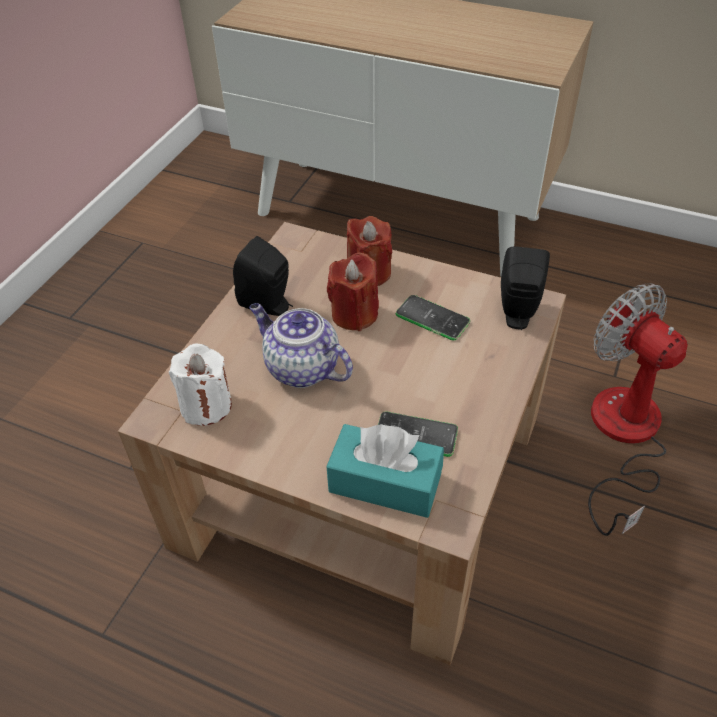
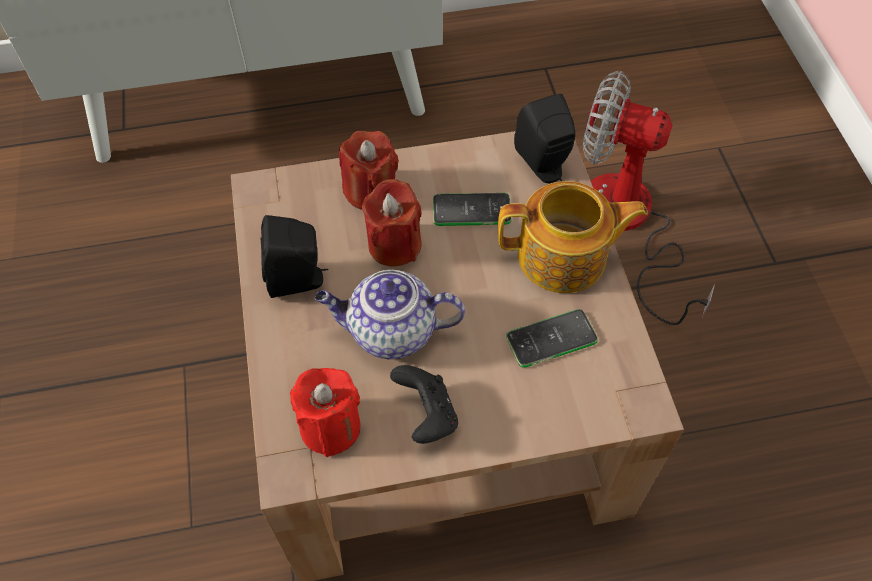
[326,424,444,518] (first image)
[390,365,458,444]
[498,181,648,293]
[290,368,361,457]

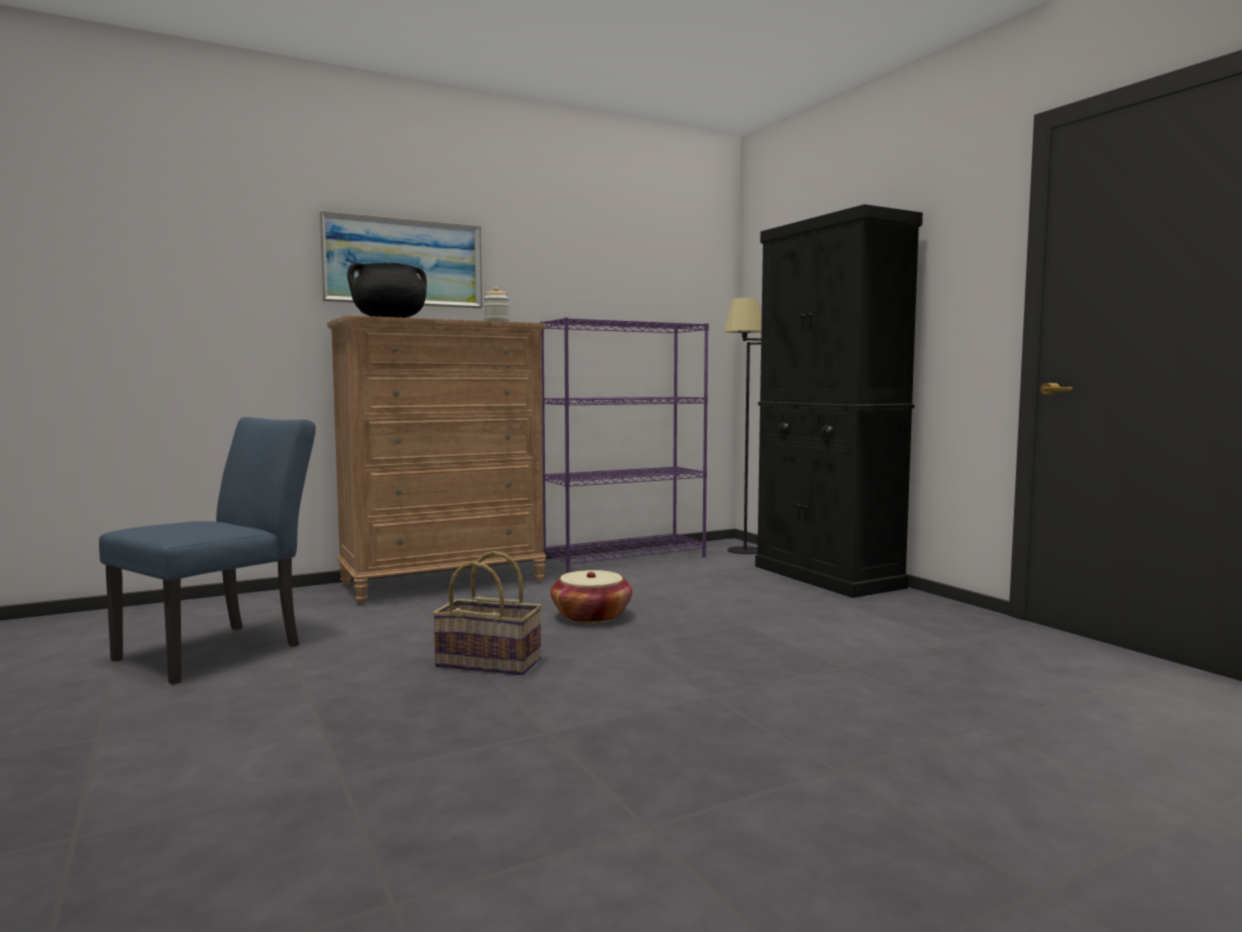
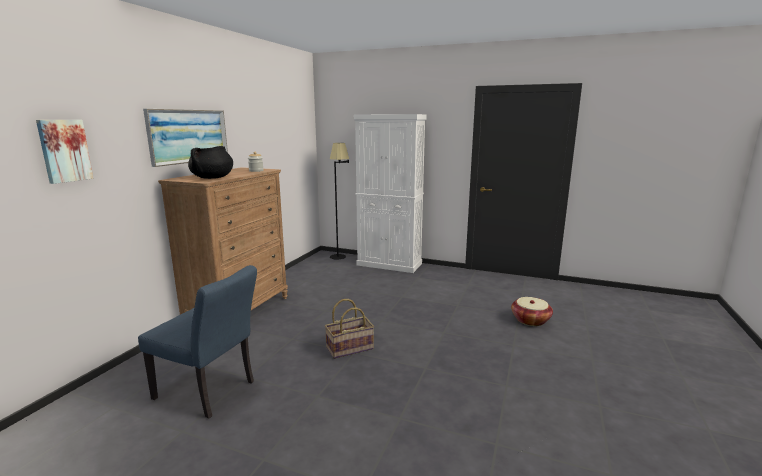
[540,317,709,573] (first image)
[36,120,94,184]
[511,297,553,326]
[354,114,427,273]
[138,265,257,419]

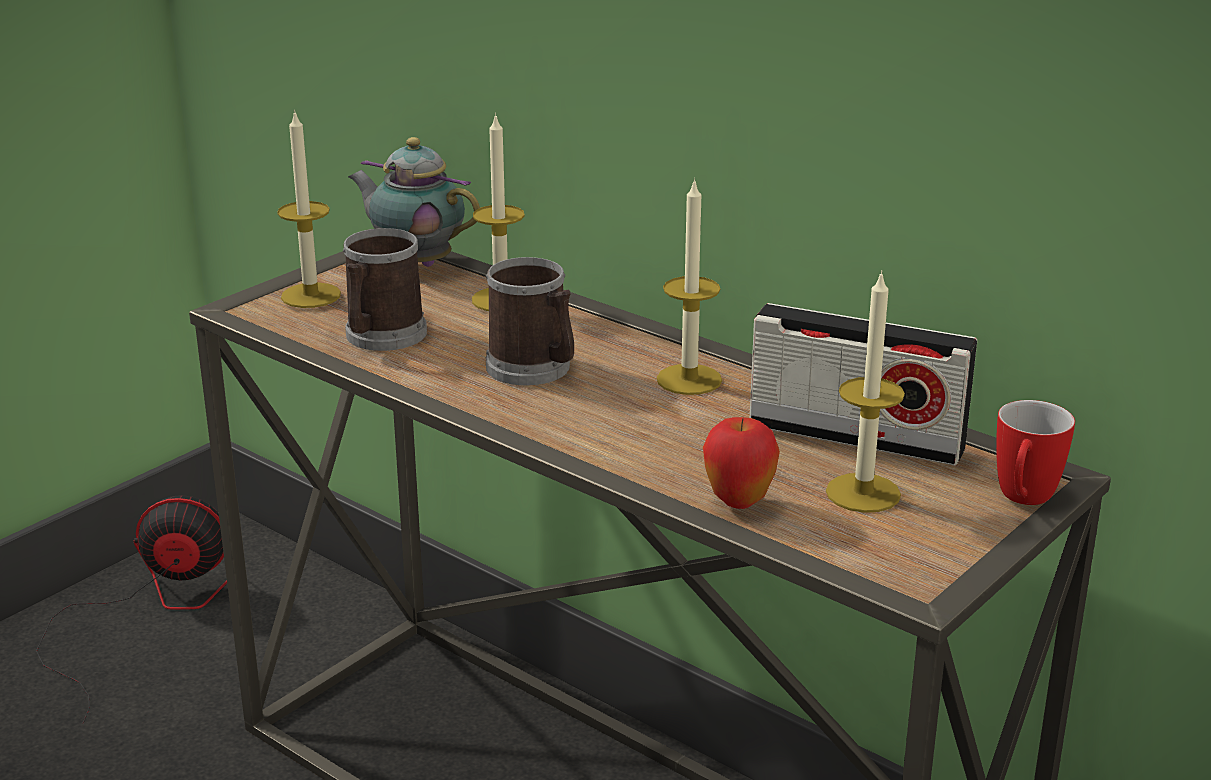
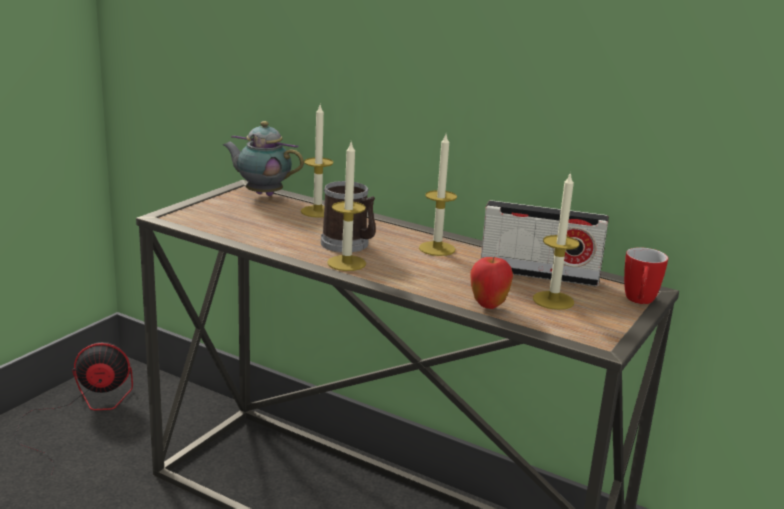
[343,228,427,351] (first image)
[327,142,366,271]

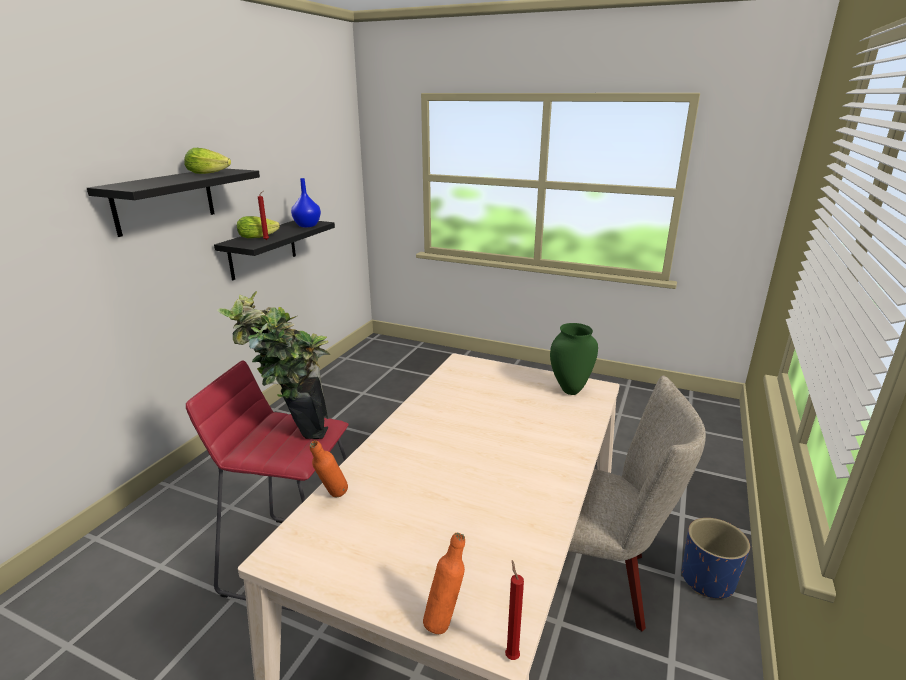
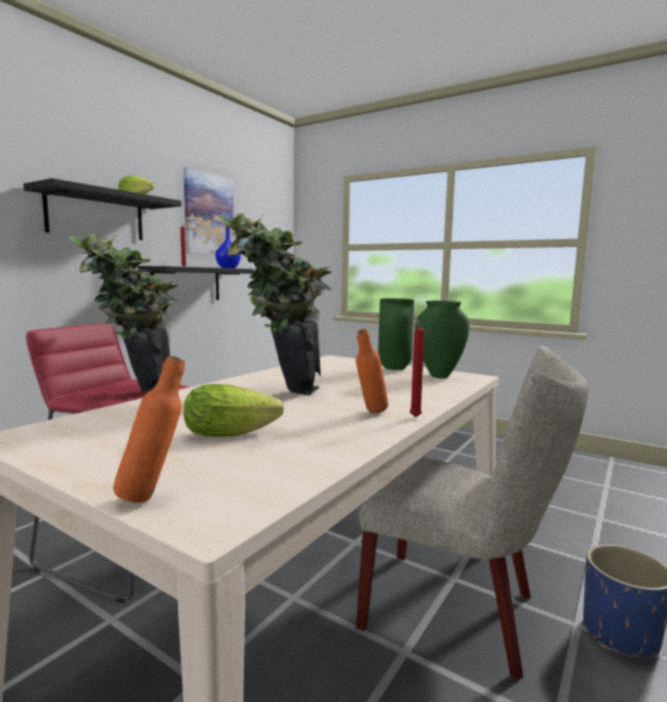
[183,168,234,255]
[217,213,332,395]
[378,298,414,370]
[184,384,284,437]
[356,329,388,413]
[410,318,425,418]

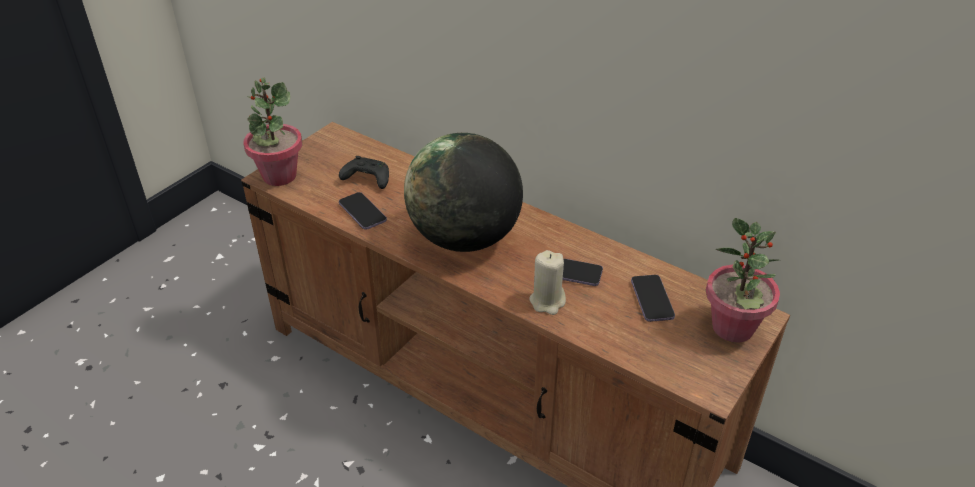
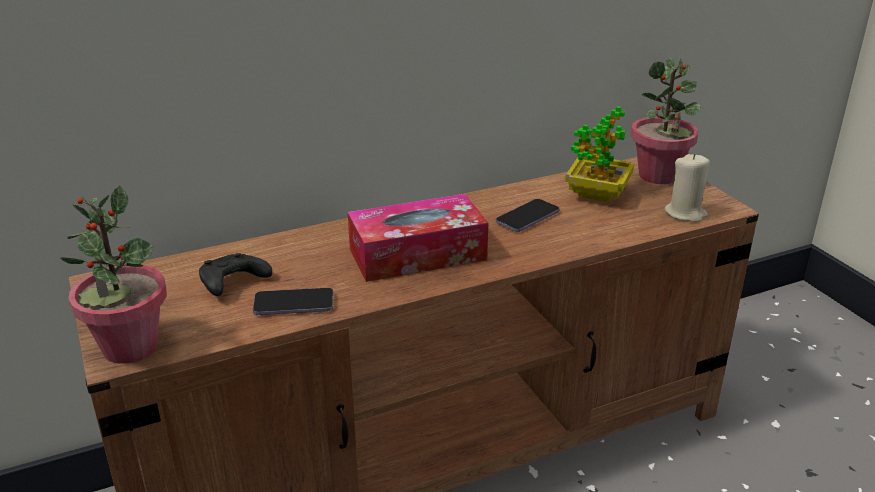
[664,154,710,222]
[348,194,488,282]
[565,106,634,202]

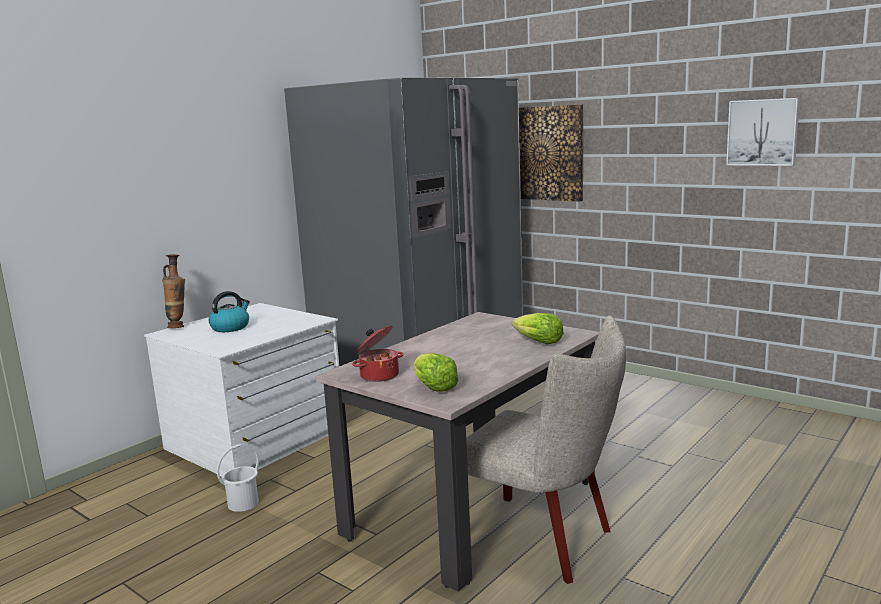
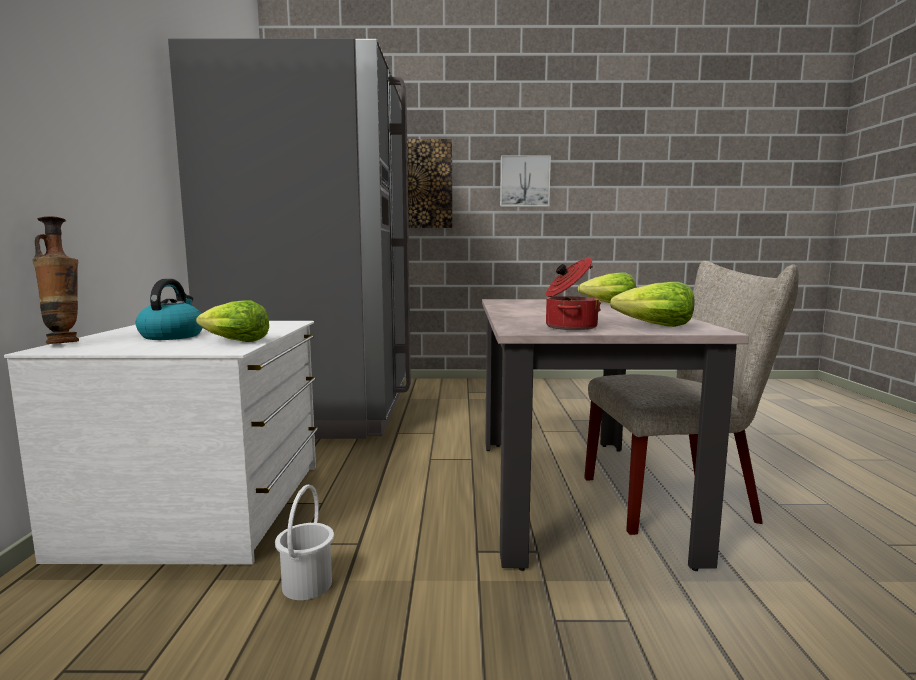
[196,300,269,342]
[500,155,551,207]

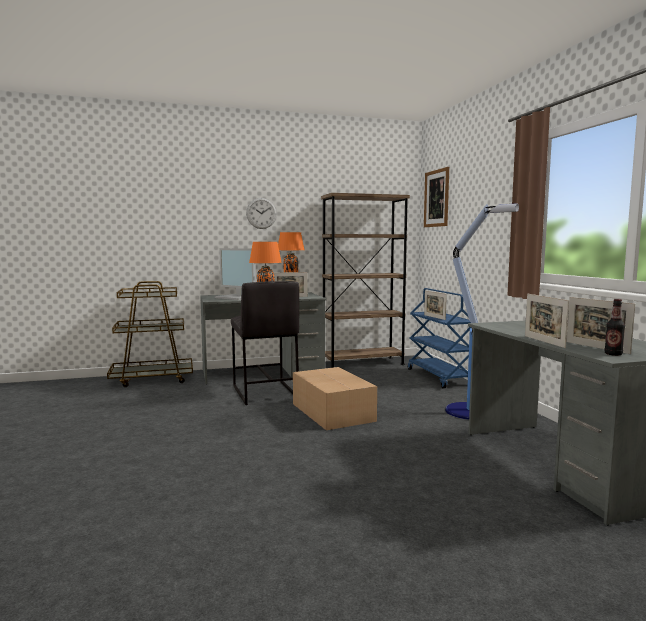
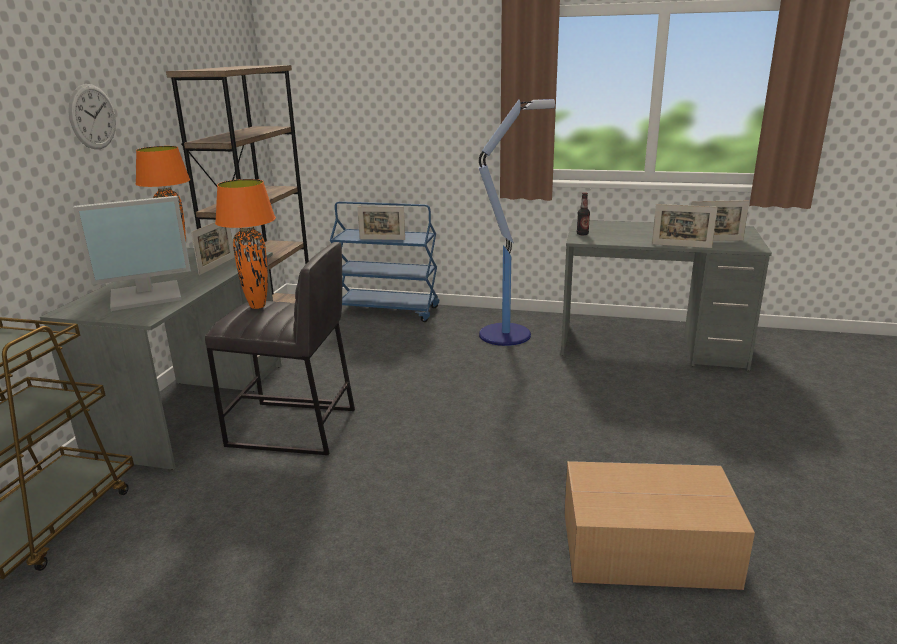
[424,167,449,227] (first image)
[564,461,755,590]
[577,192,590,235]

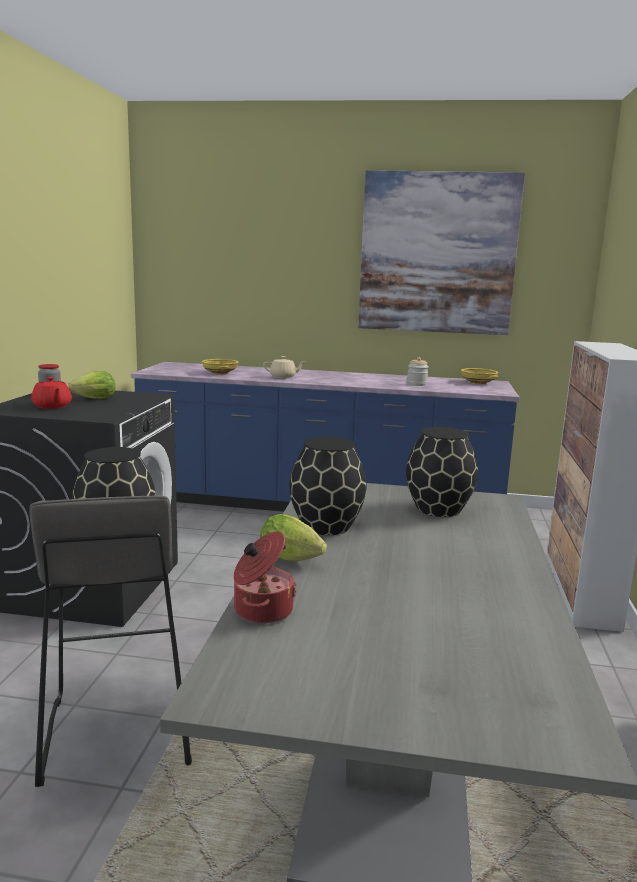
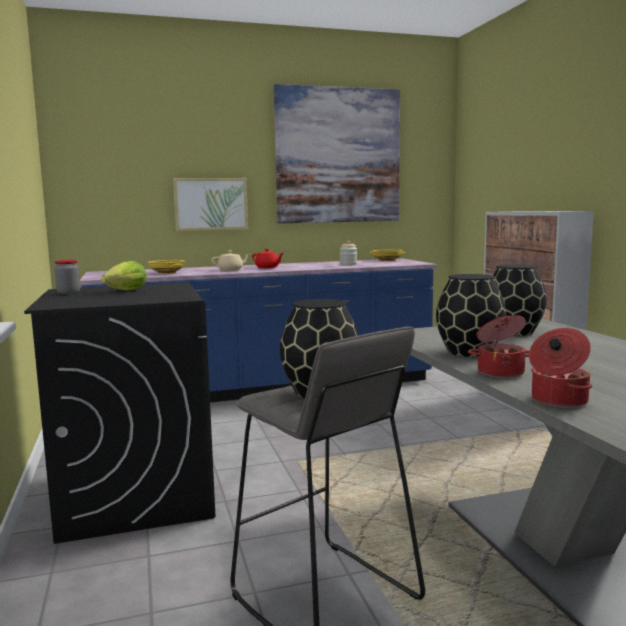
[173,178,248,231]
[252,249,284,268]
[468,315,529,378]

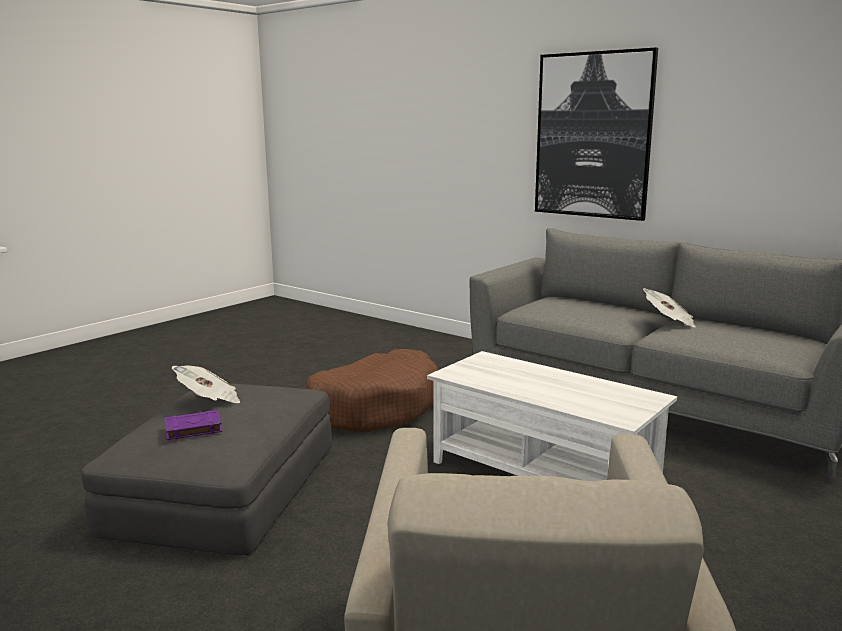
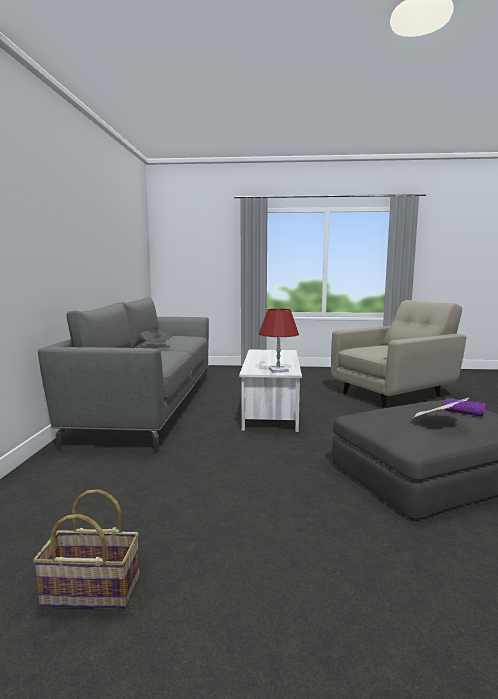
[306,349,438,432] (first image)
[535,48,658,221] (first image)
[33,489,140,609]
[259,309,299,373]

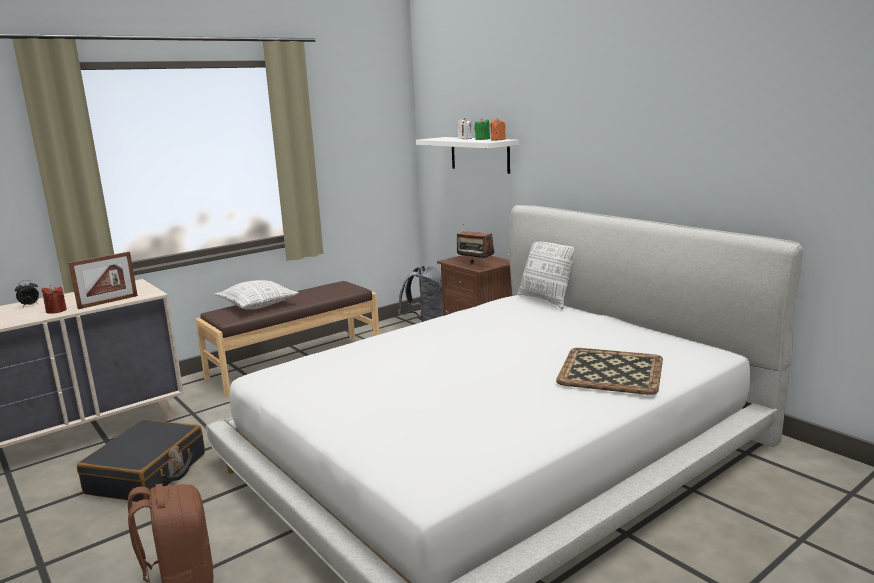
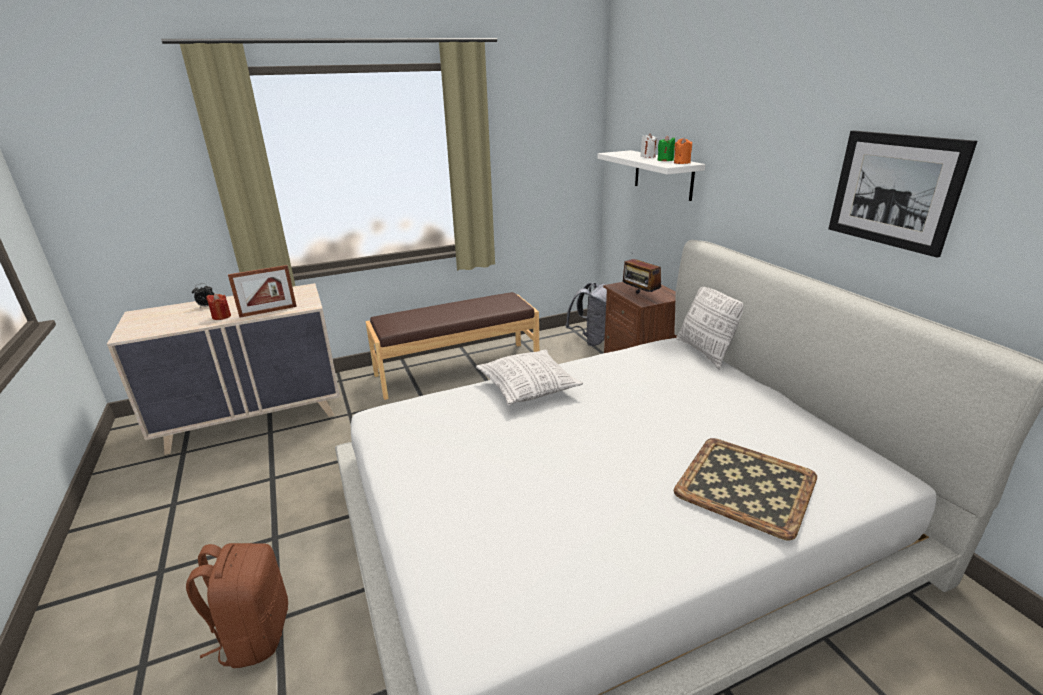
[77,419,205,502] (first image)
[828,130,977,257]
[476,349,583,405]

